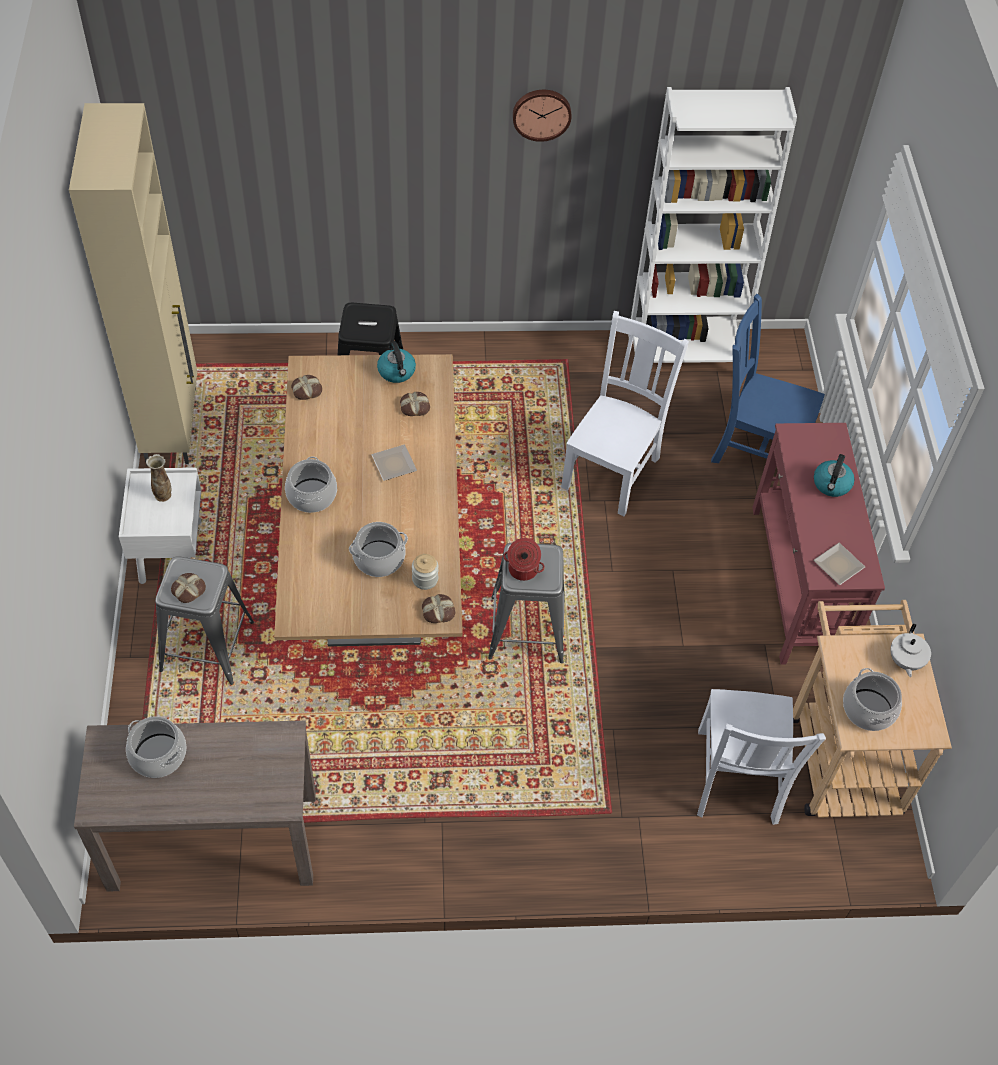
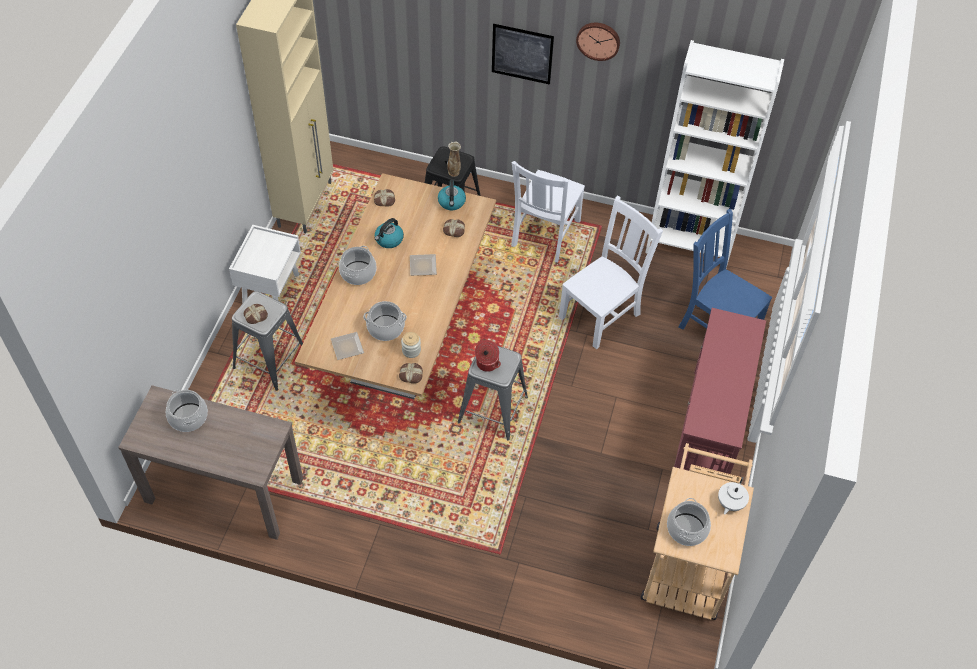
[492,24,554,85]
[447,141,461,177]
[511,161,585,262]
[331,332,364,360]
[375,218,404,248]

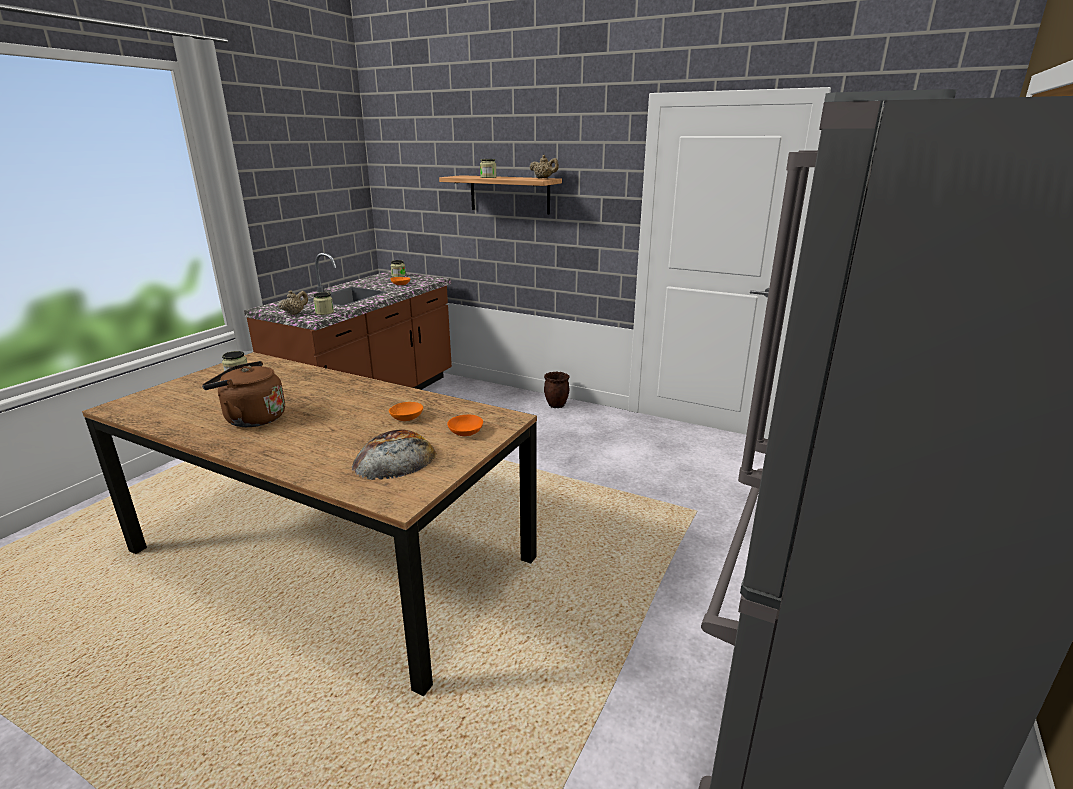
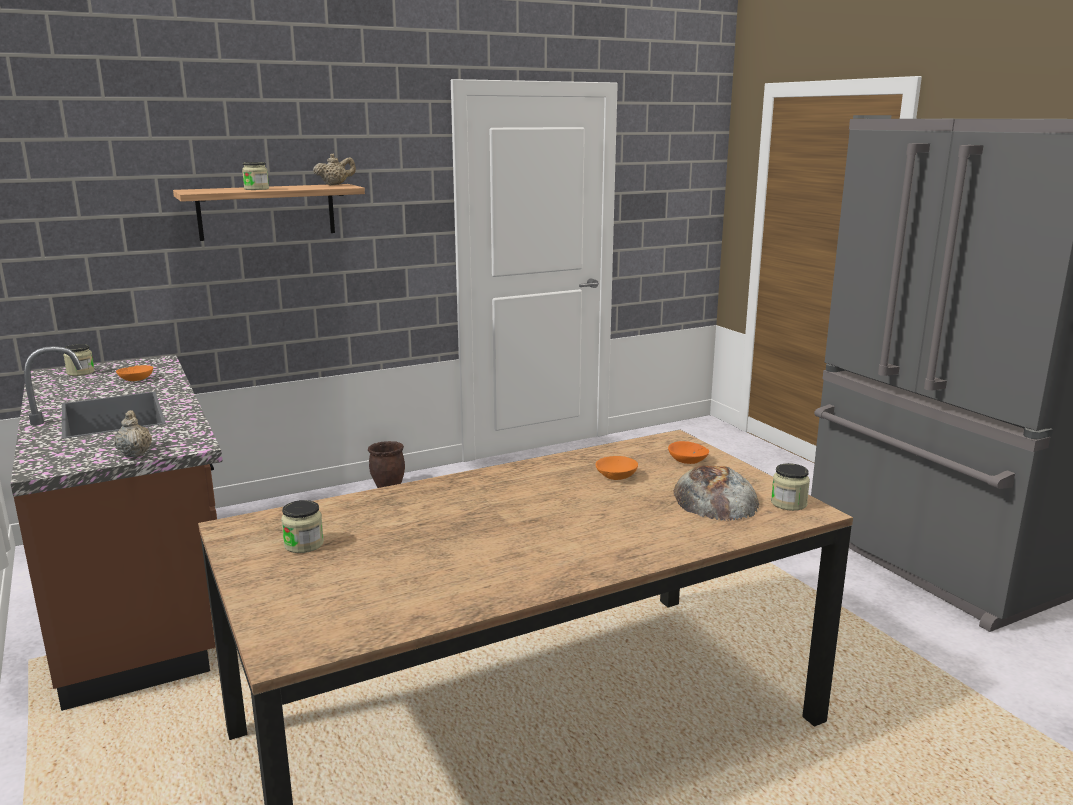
[202,361,285,427] (first image)
[771,463,810,511]

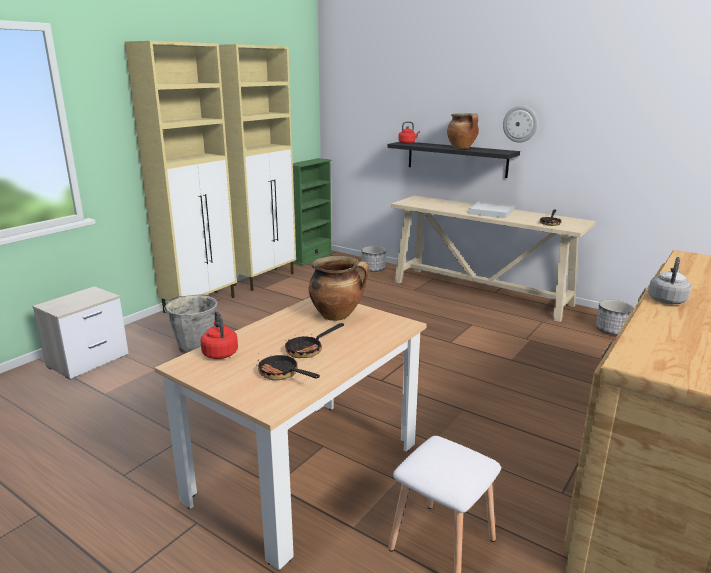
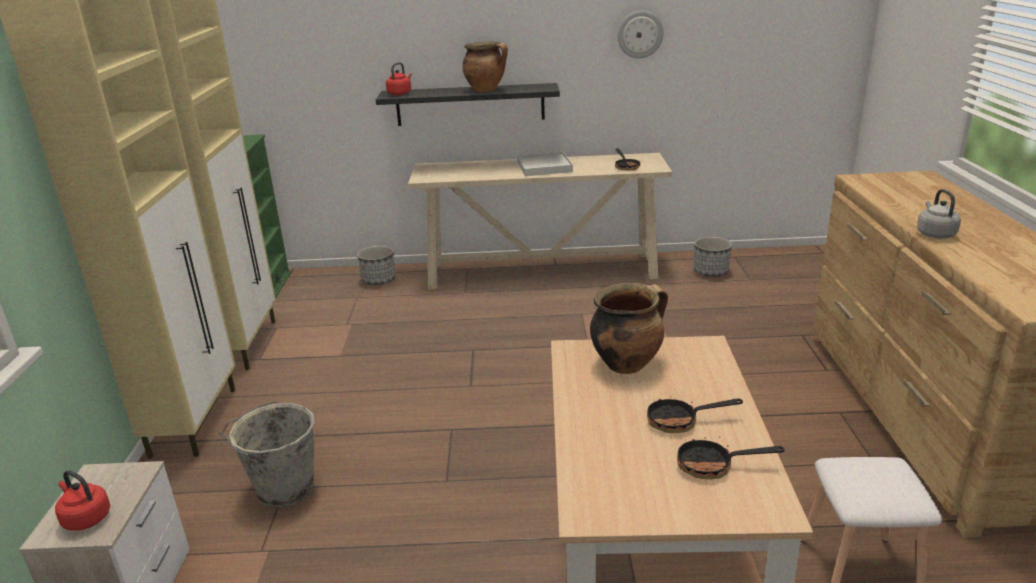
[55,470,110,531]
[617,11,664,59]
[647,395,743,433]

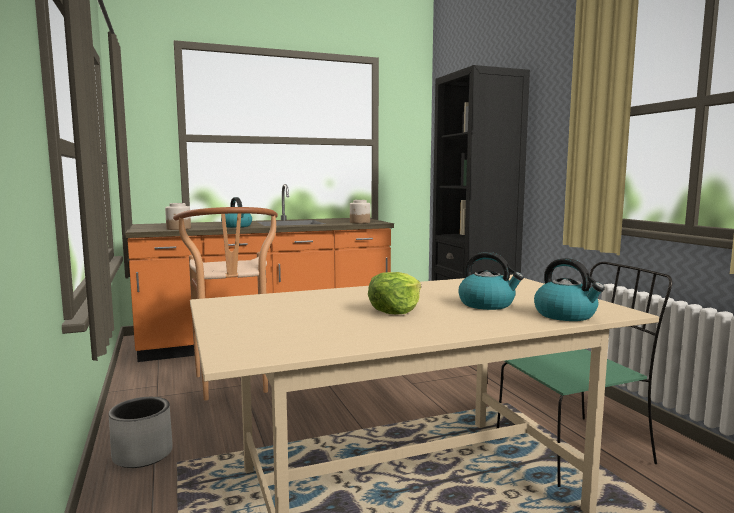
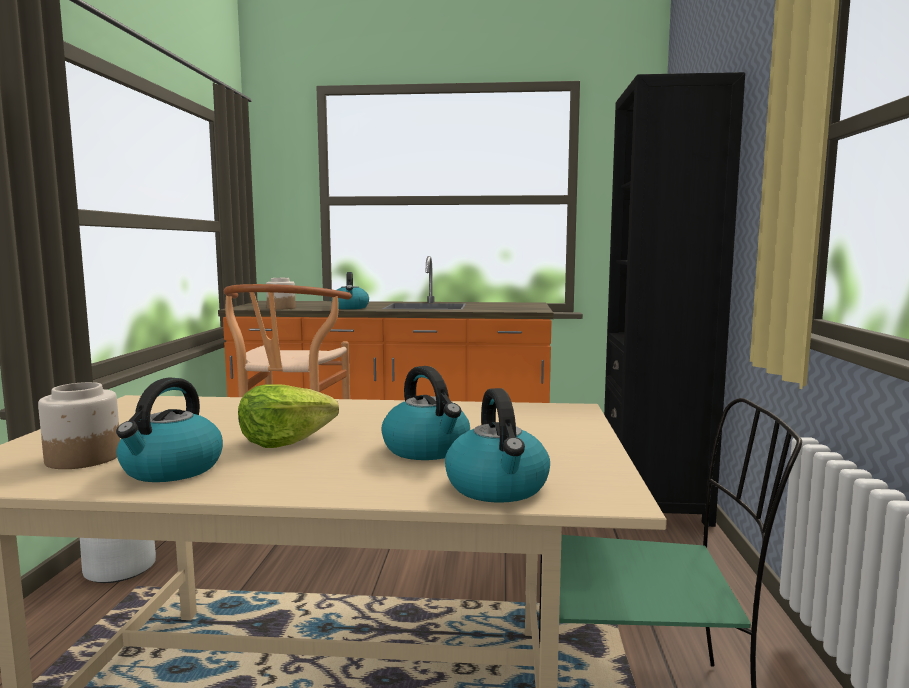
[116,377,223,482]
[38,382,120,469]

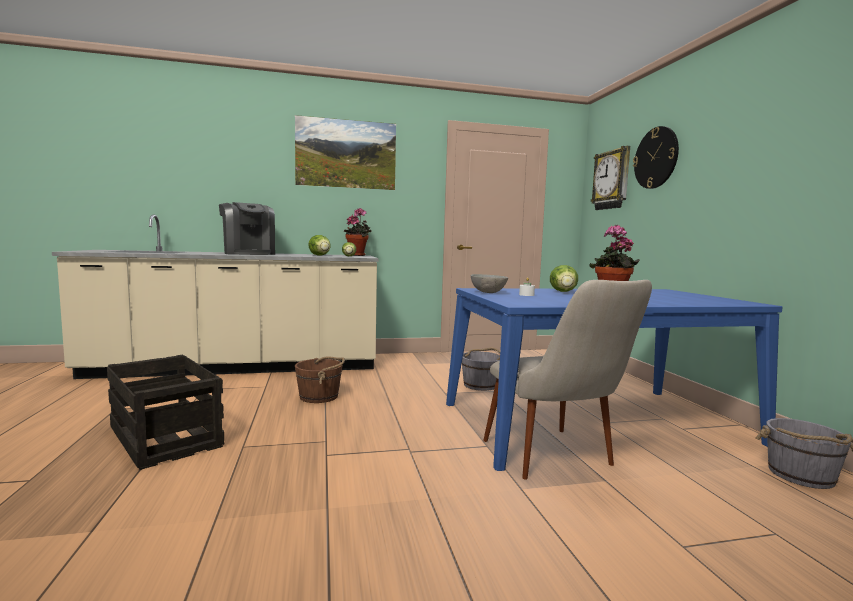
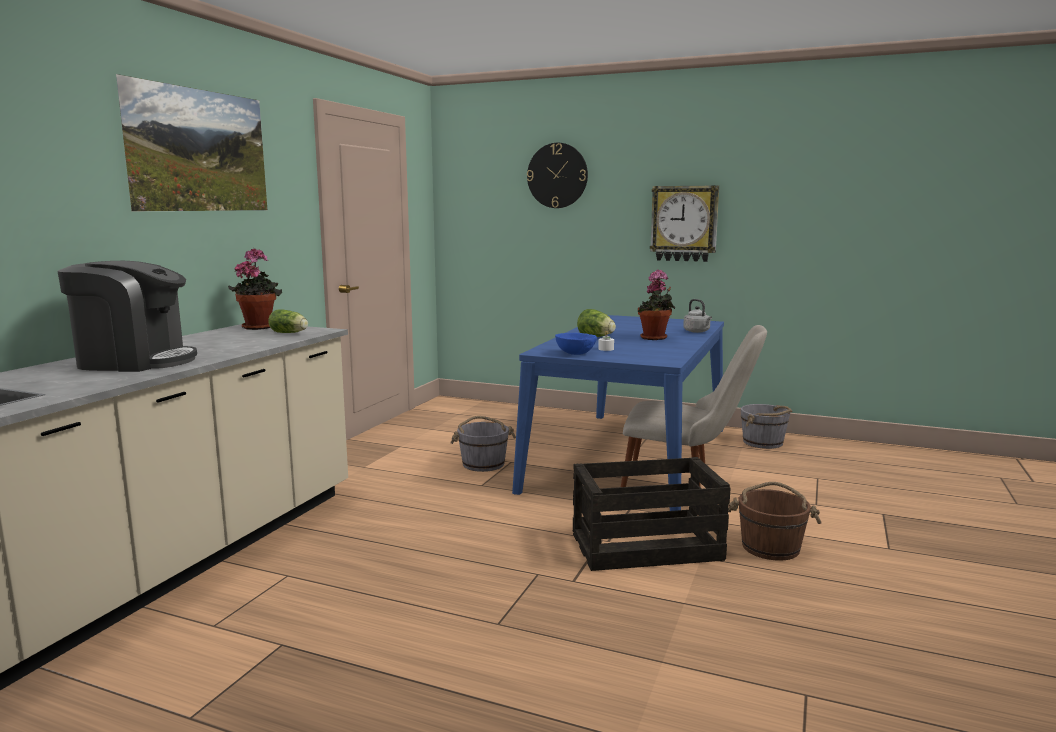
[308,235,331,256] (first image)
[683,299,712,333]
[573,457,731,571]
[728,482,821,561]
[650,185,719,262]
[555,333,597,355]

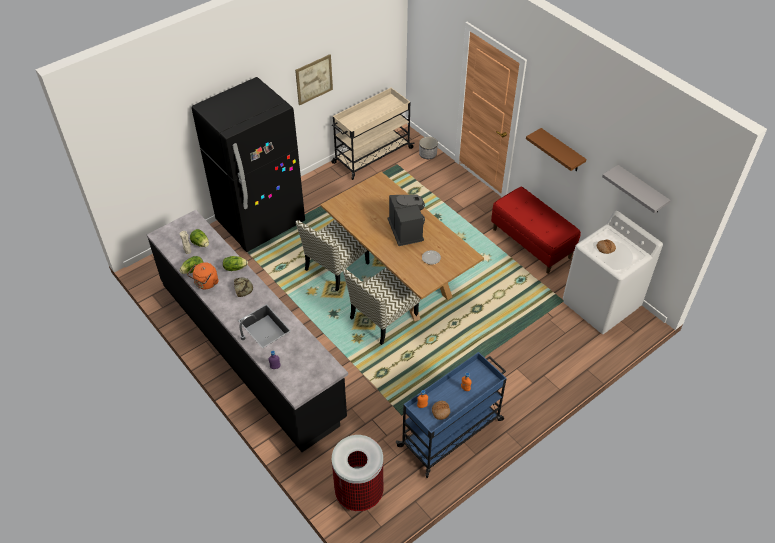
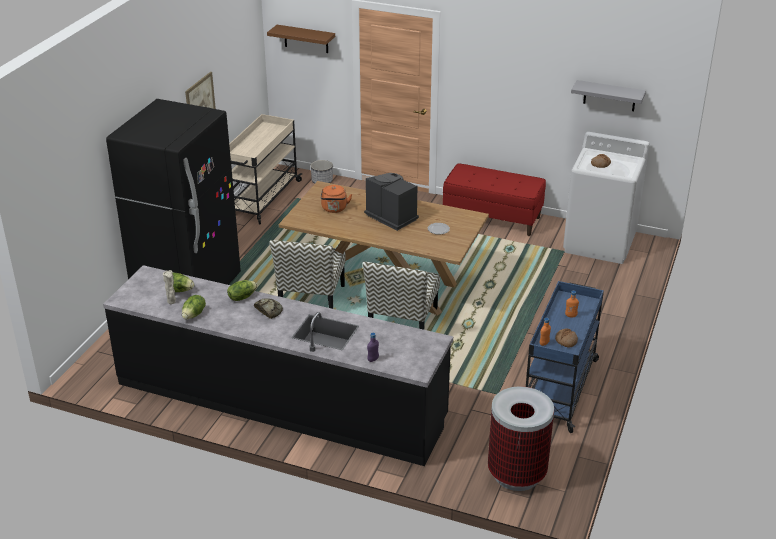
[321,185,352,213]
[267,25,335,53]

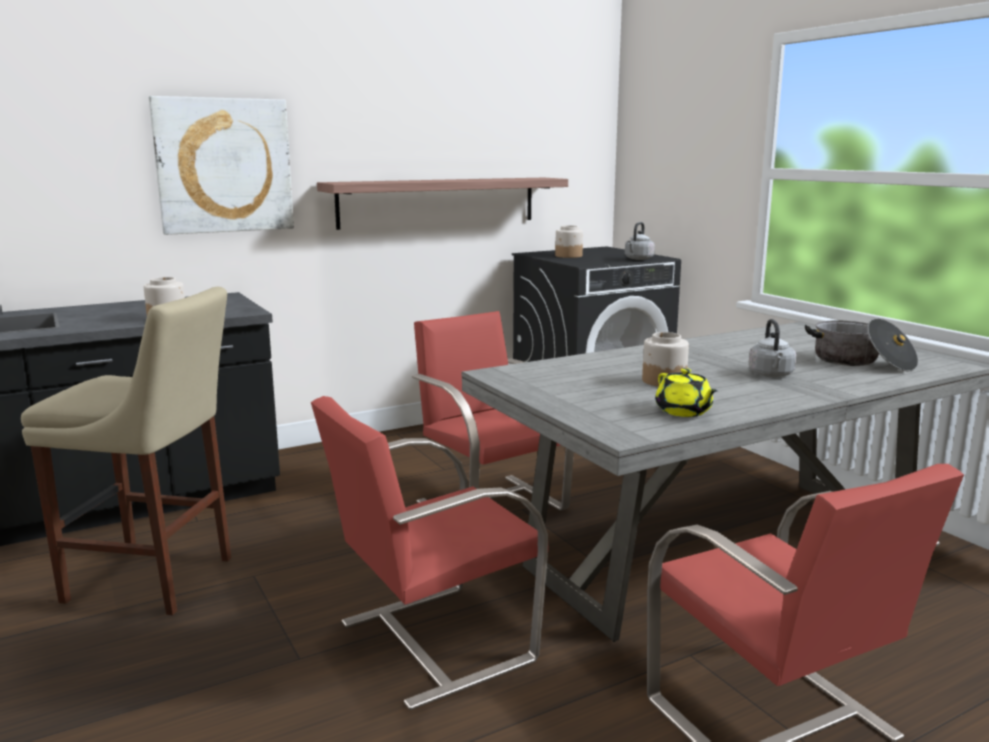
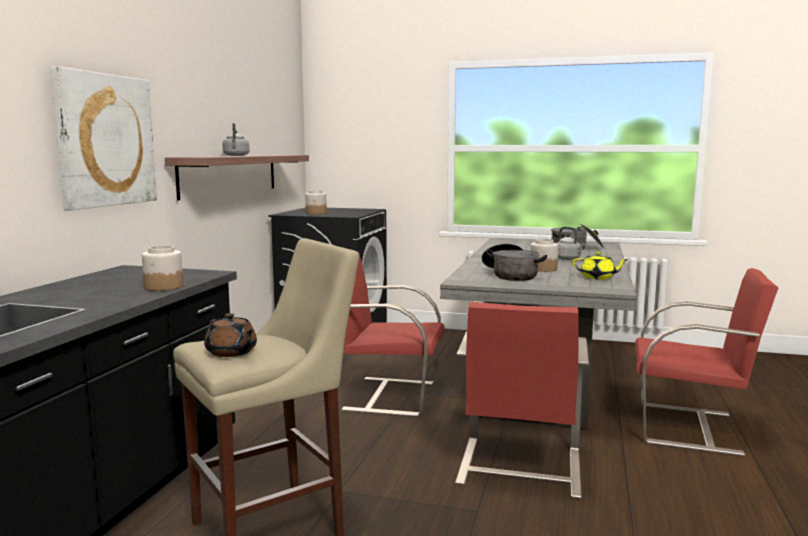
[204,313,257,357]
[482,244,547,281]
[223,123,250,156]

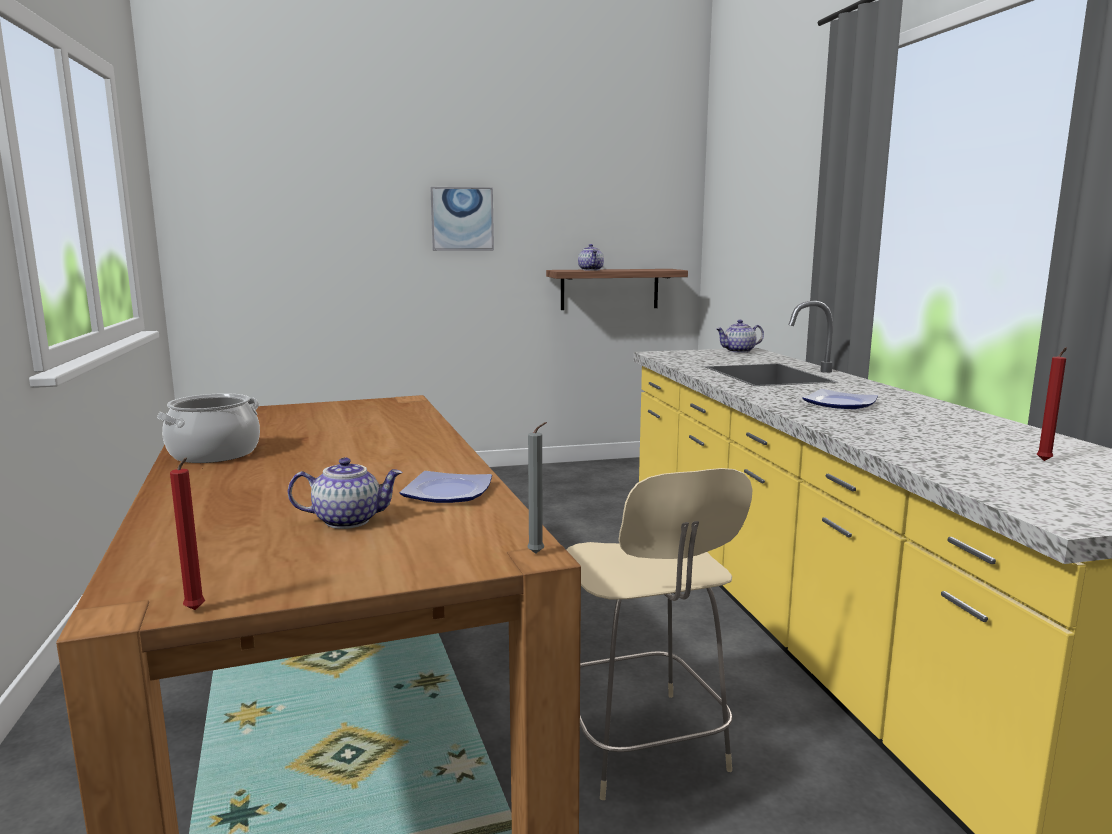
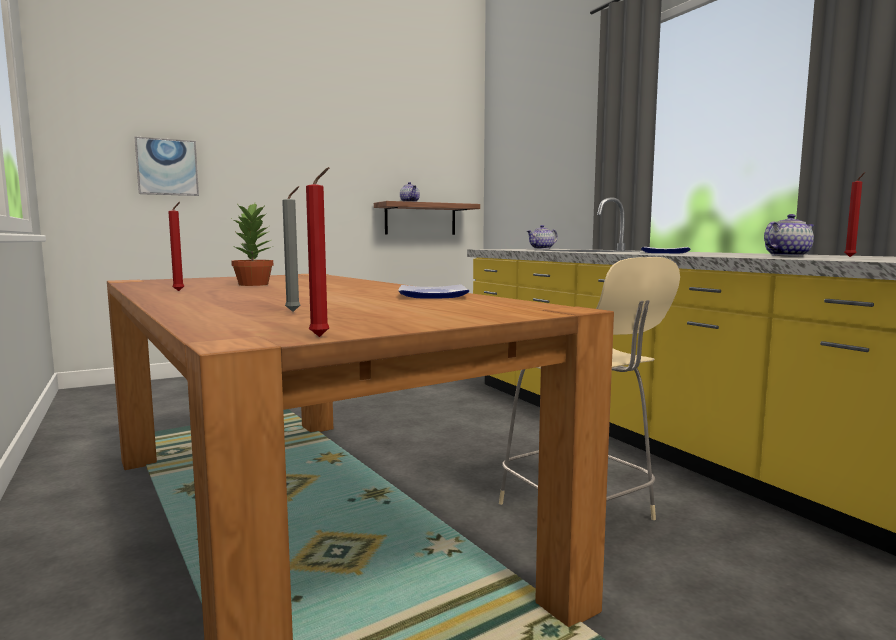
[231,203,274,286]
[764,214,814,256]
[134,136,199,196]
[282,186,300,312]
[168,202,184,291]

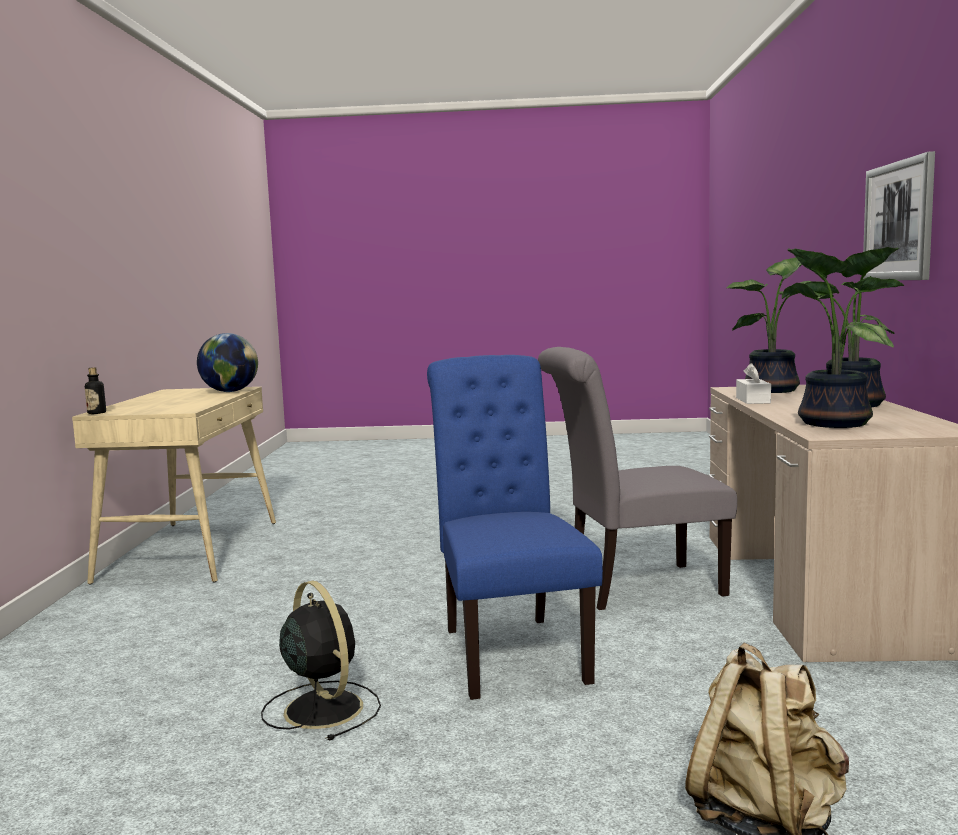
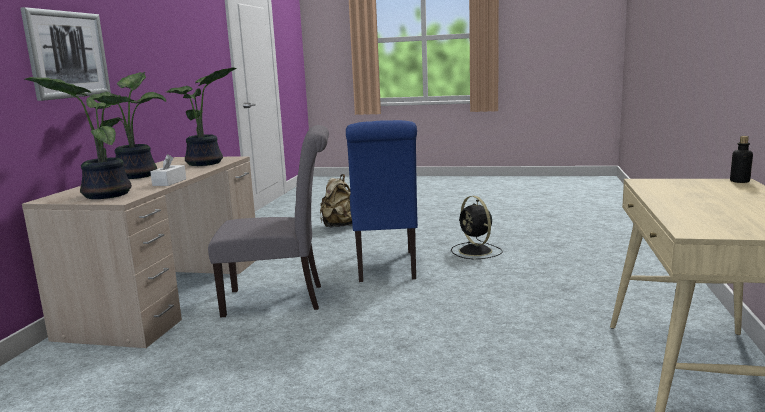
[197,333,258,392] (first image)

